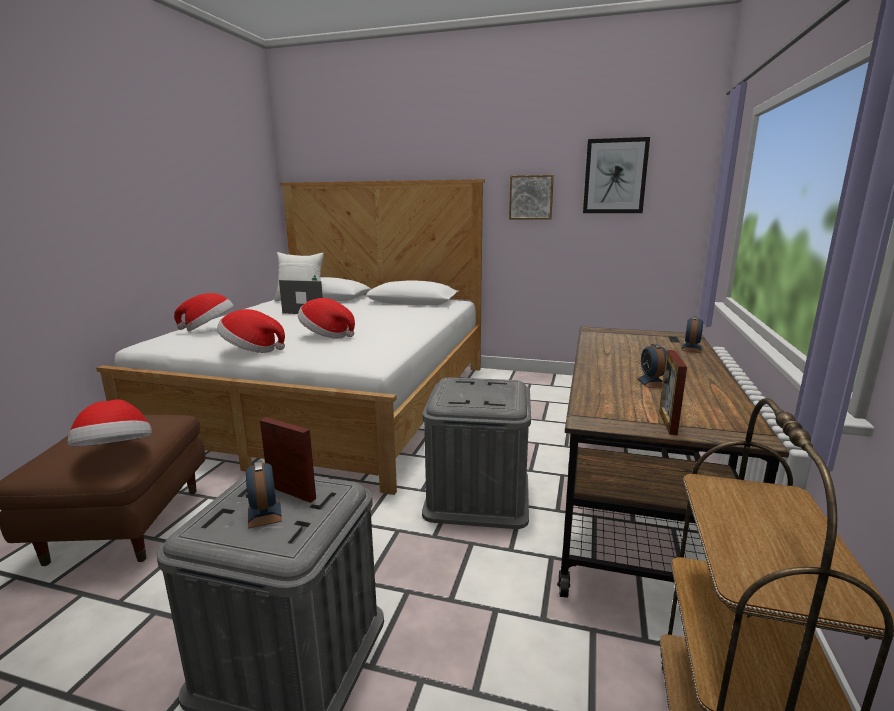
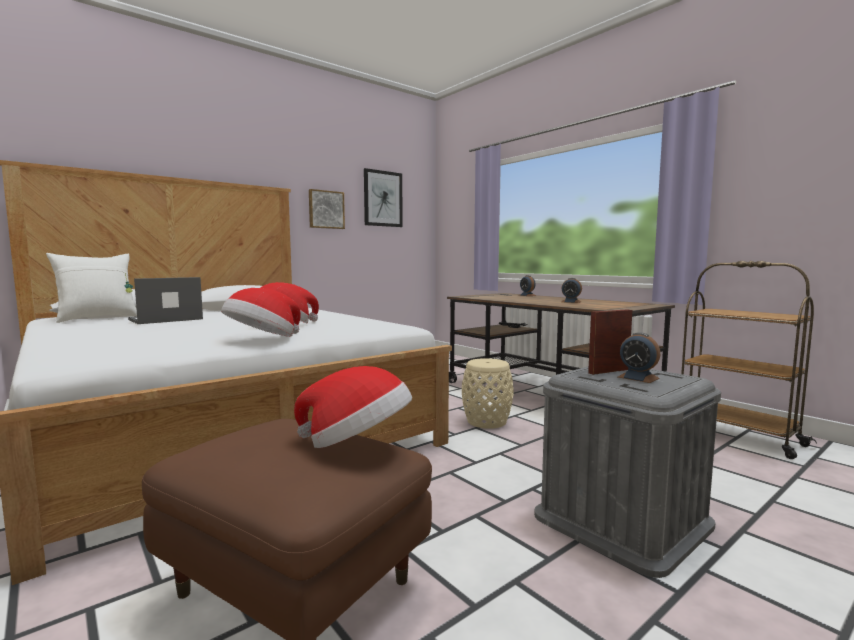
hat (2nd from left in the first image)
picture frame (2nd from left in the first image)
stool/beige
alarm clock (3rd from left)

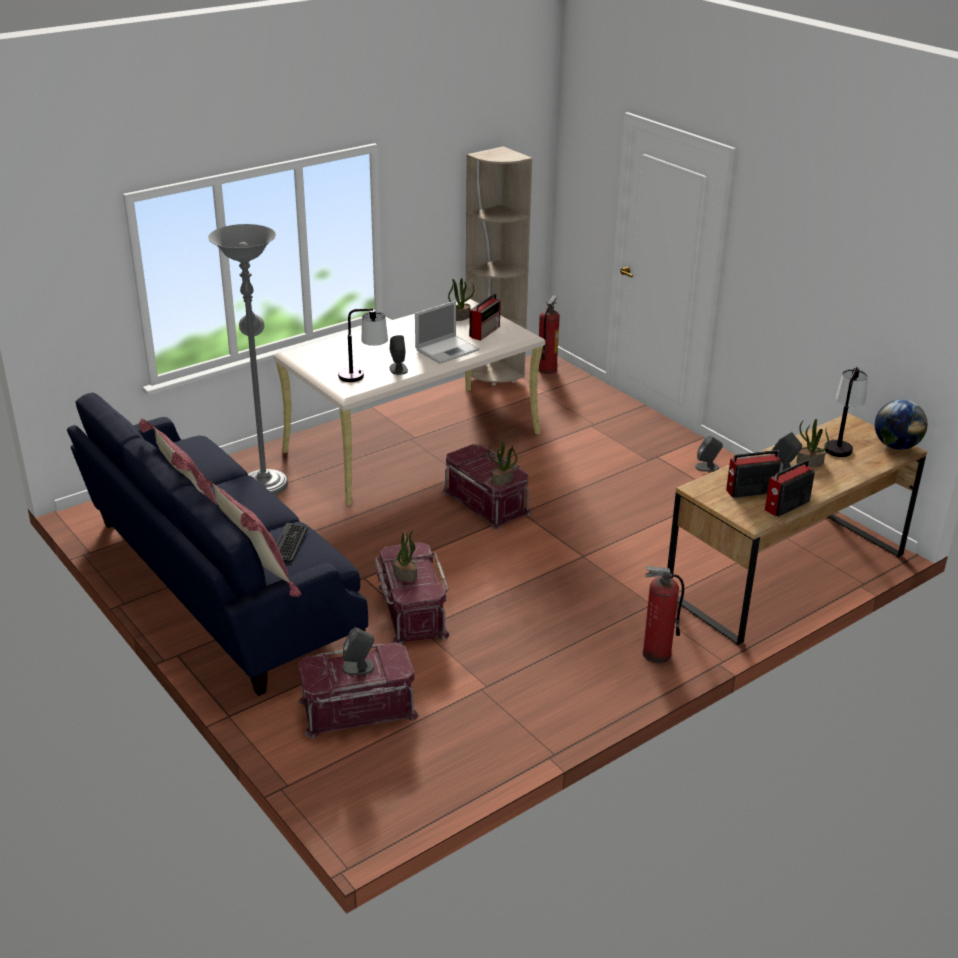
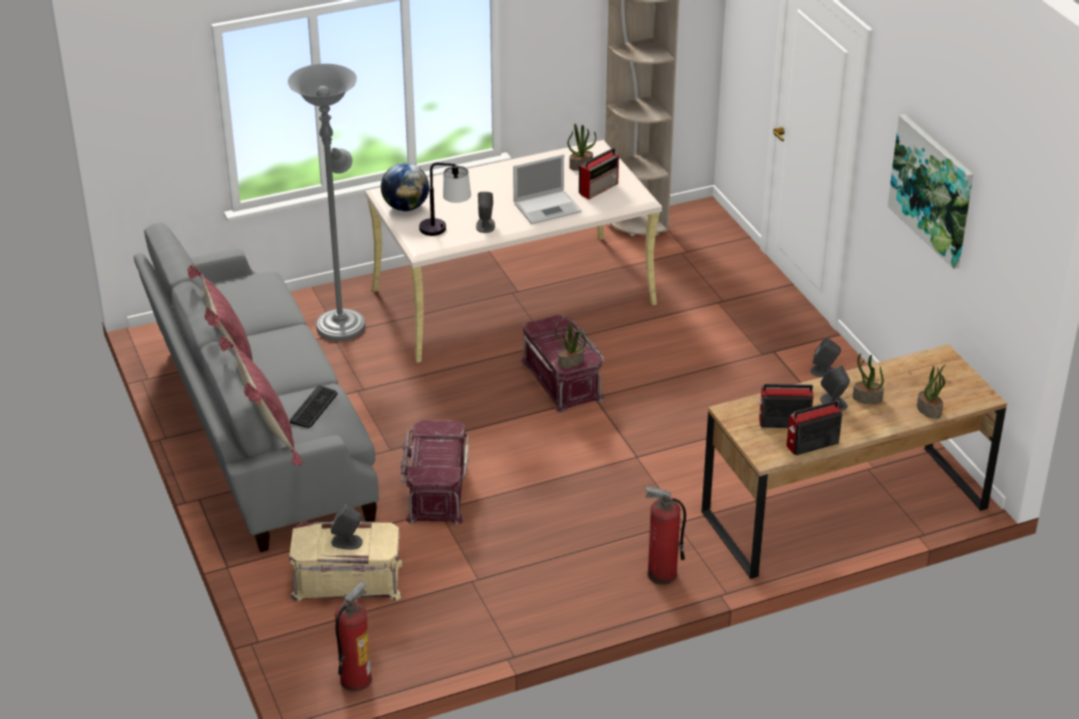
fire extinguisher (1st from left)
table lamp (2nd from left in the first image)
sofa/grey
globe
potted plant (4th from left)
storage box/beige
picture

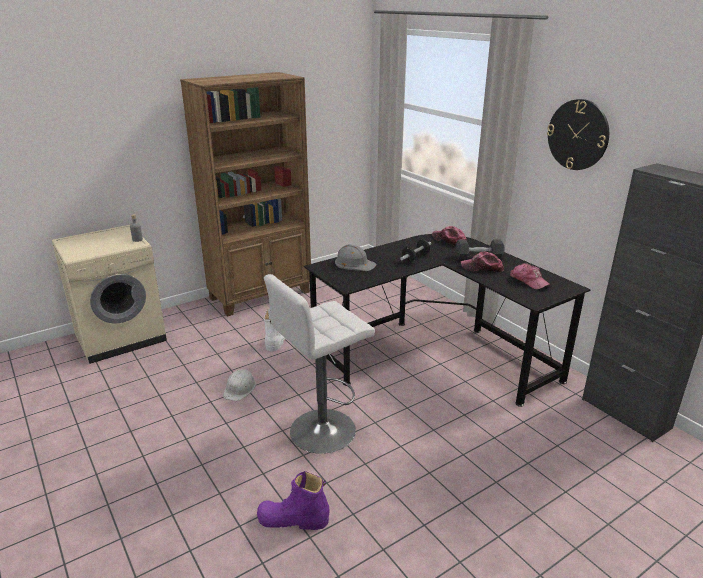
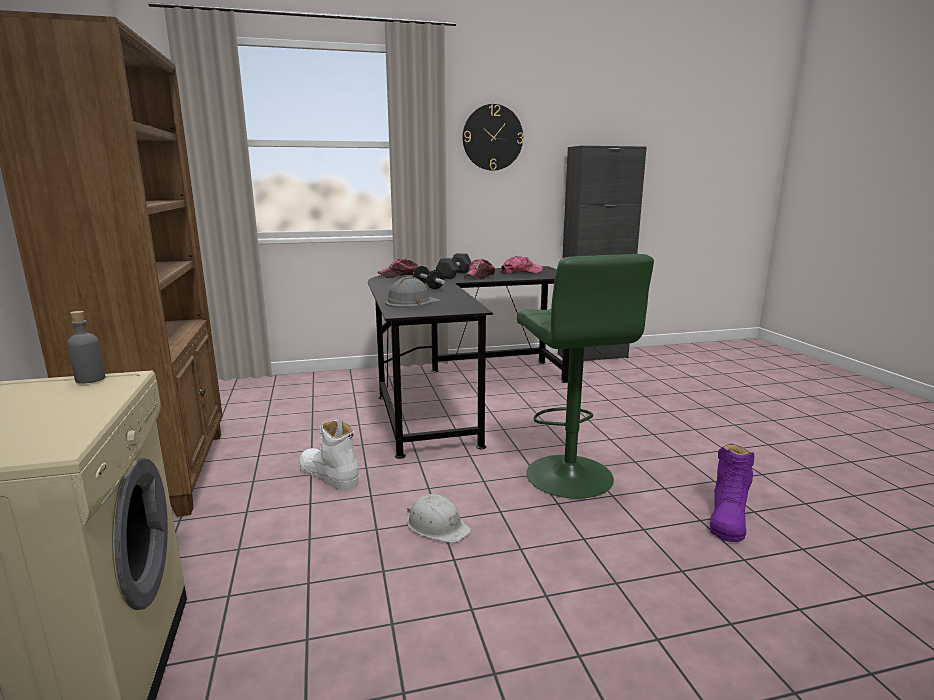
stool/green

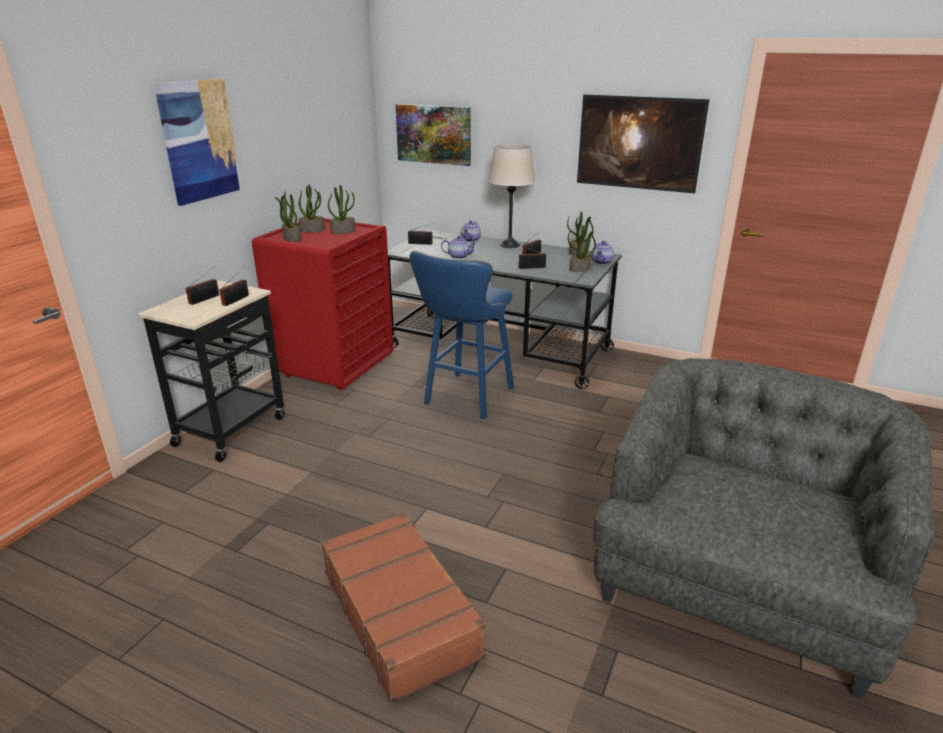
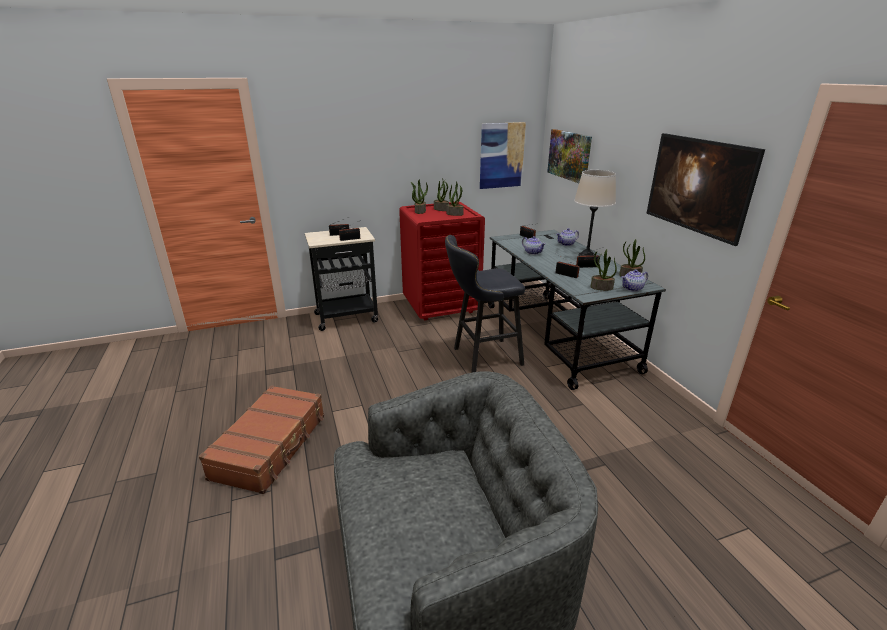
picture (1st from left)
stool/black

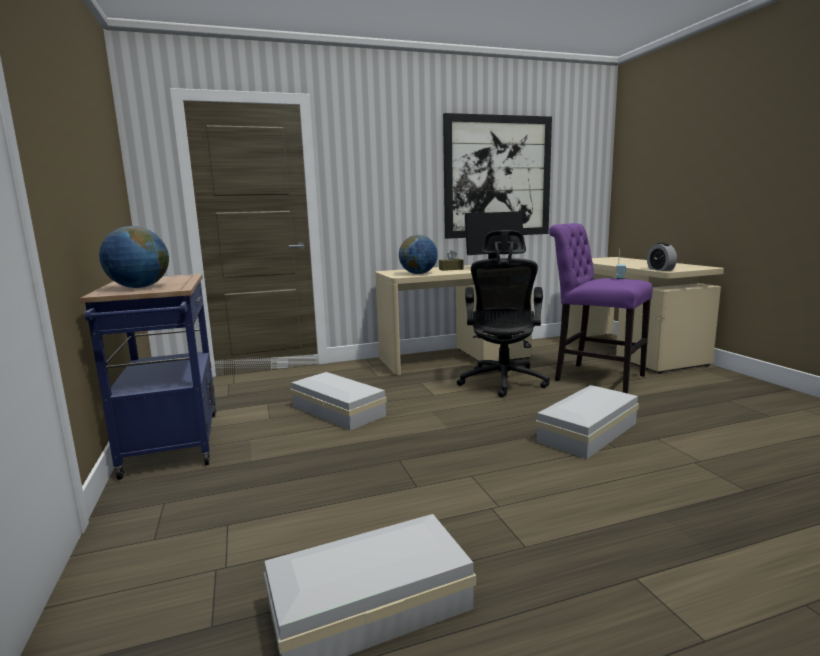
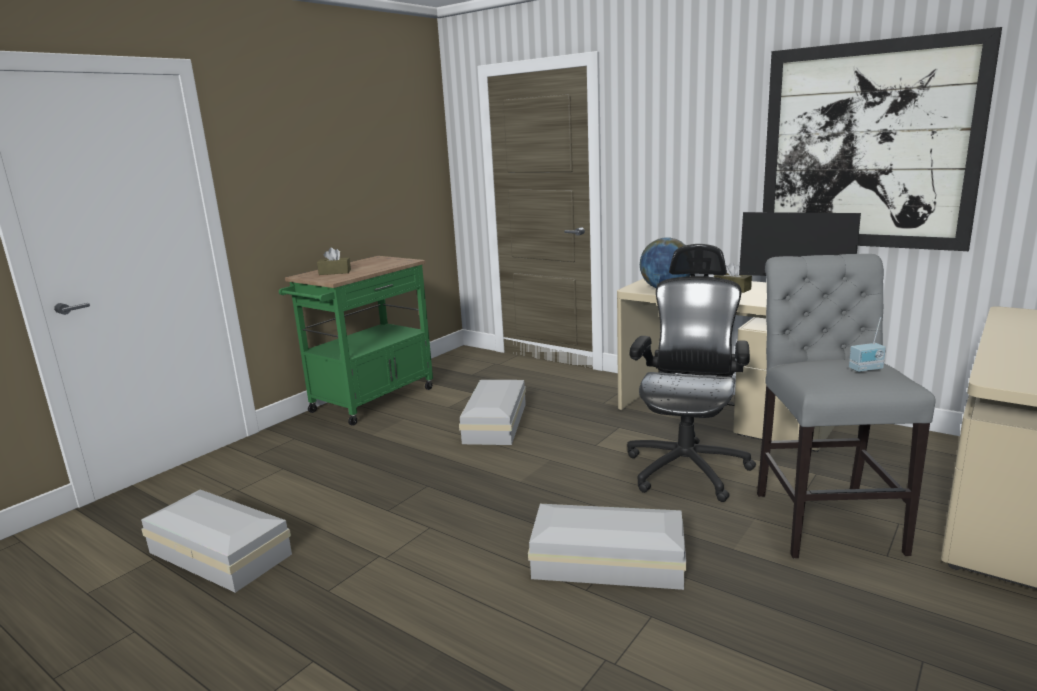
stool/grey
tissue box/brown (1st from left)
office chair
alarm clock
cart/green

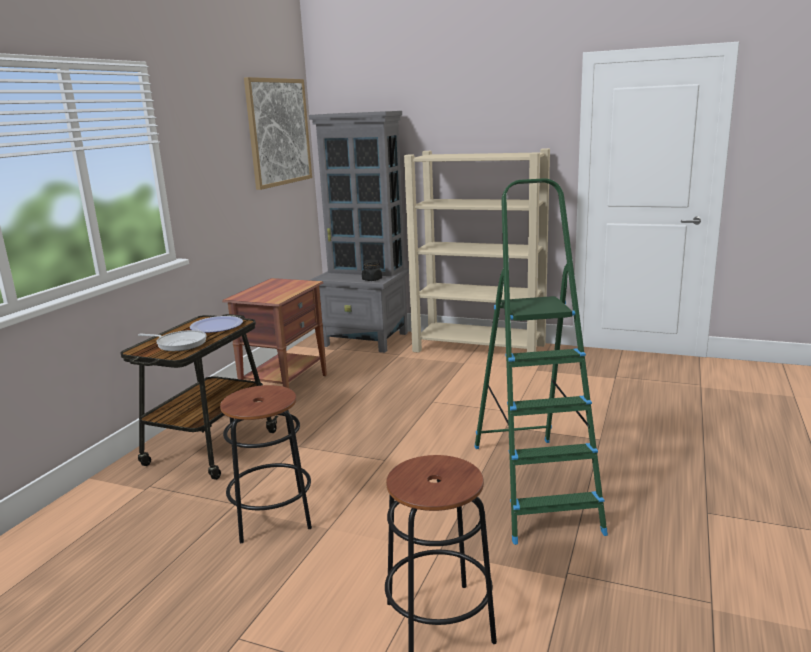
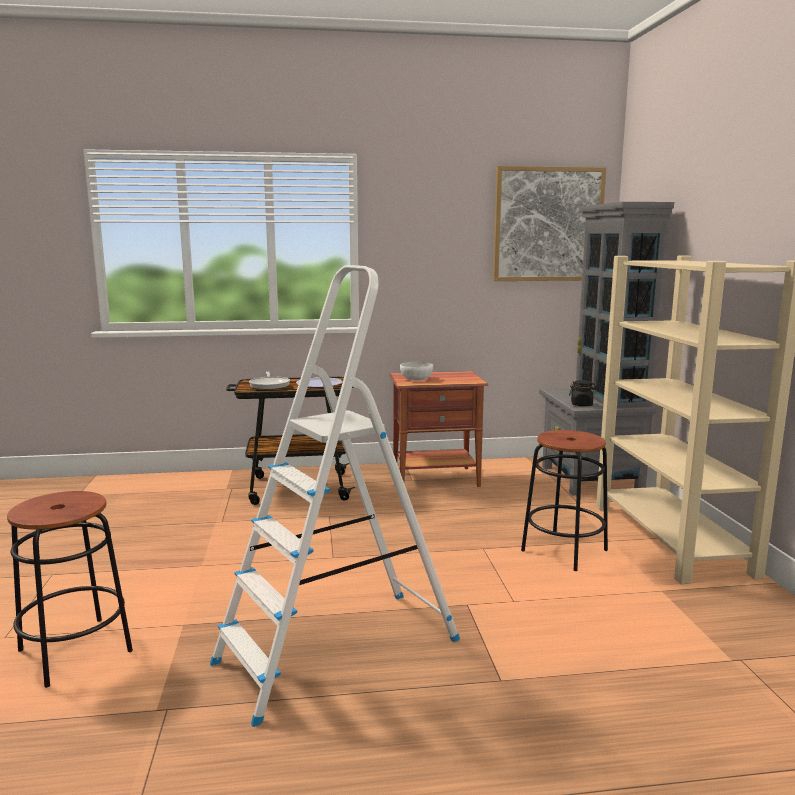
step ladder/white
stool/black (2nd from left)
bowl/white

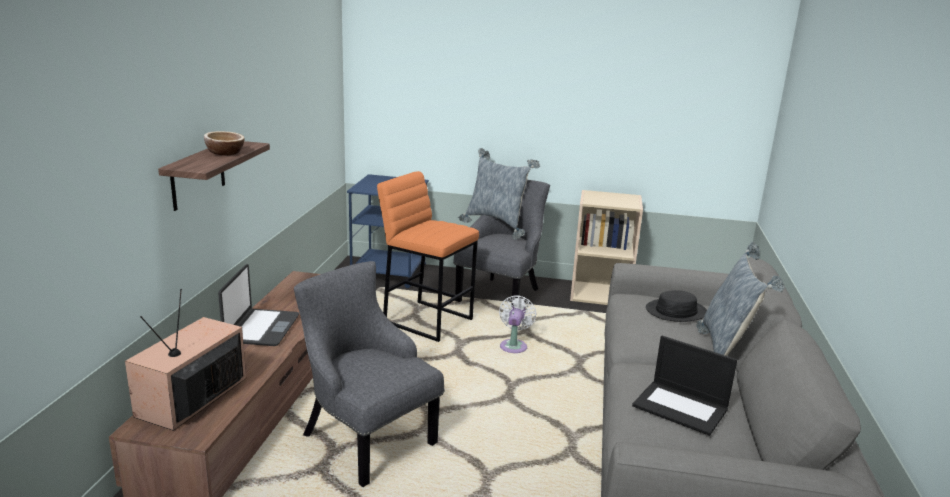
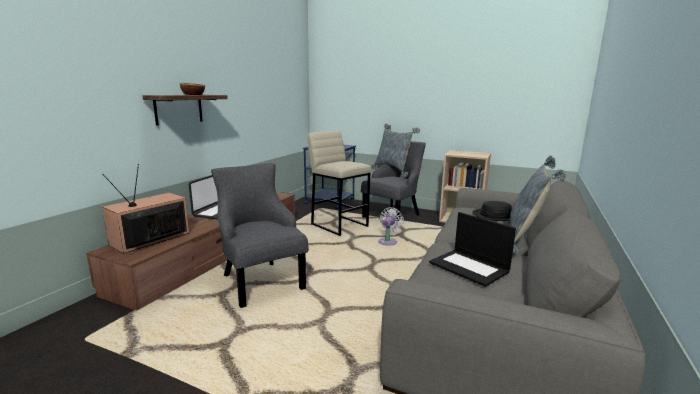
stool/beige

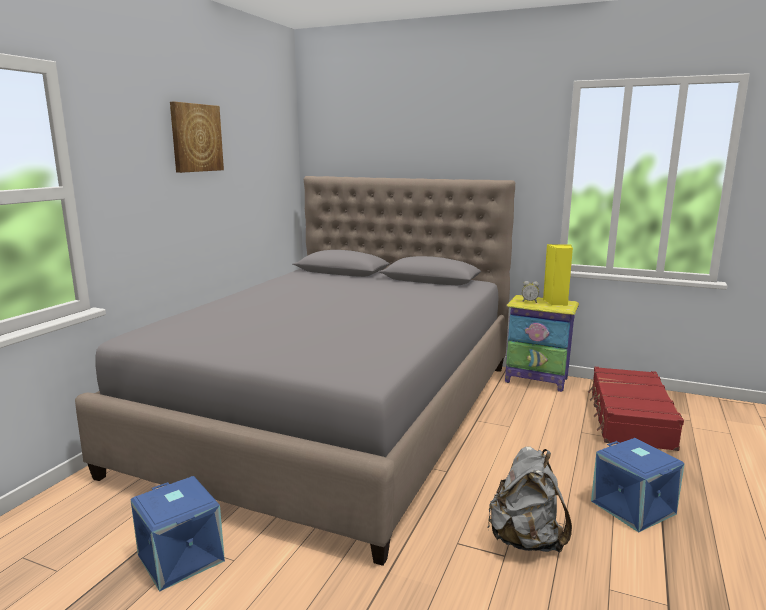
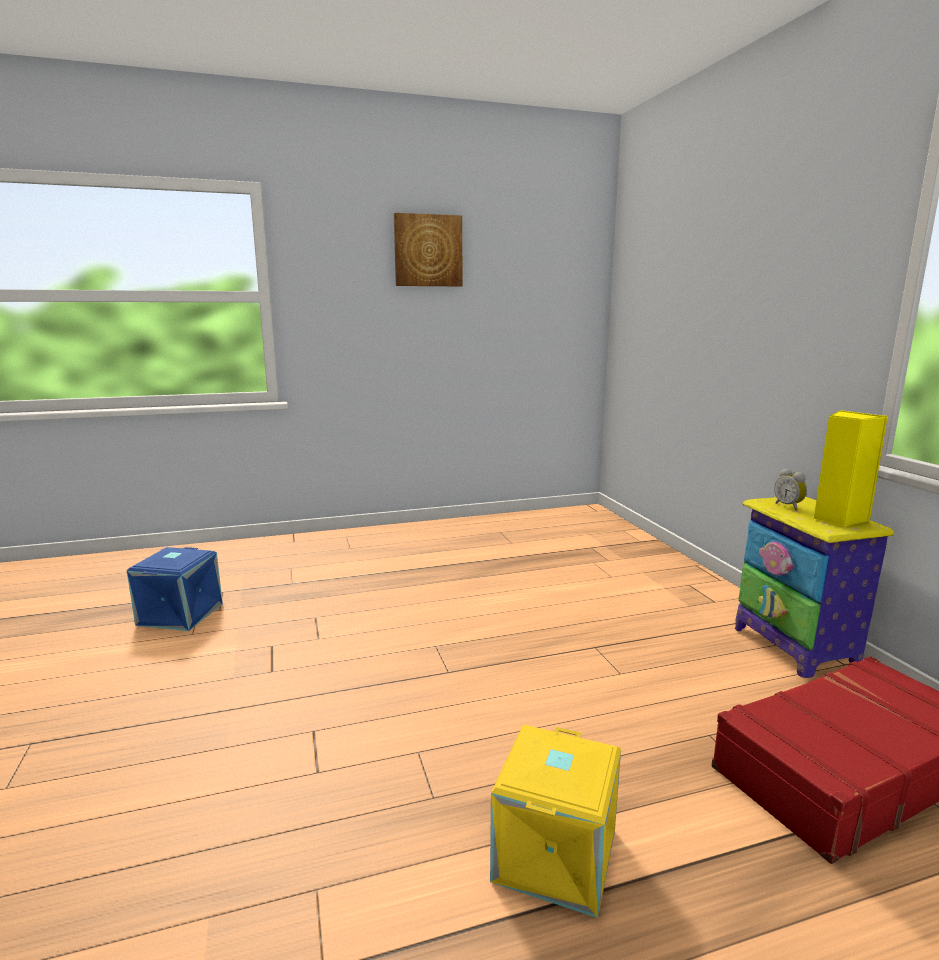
bed/grey
storage box/yellow
backpack/grey

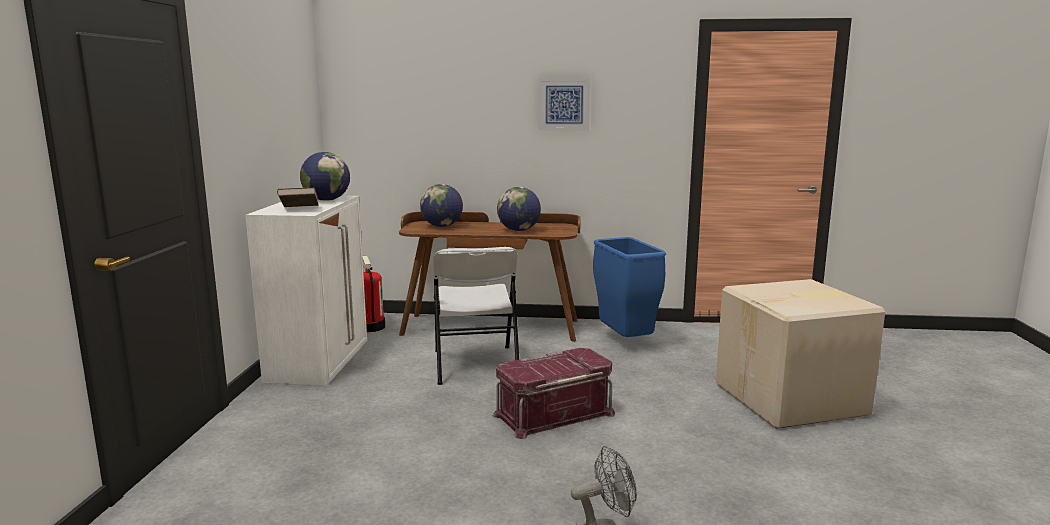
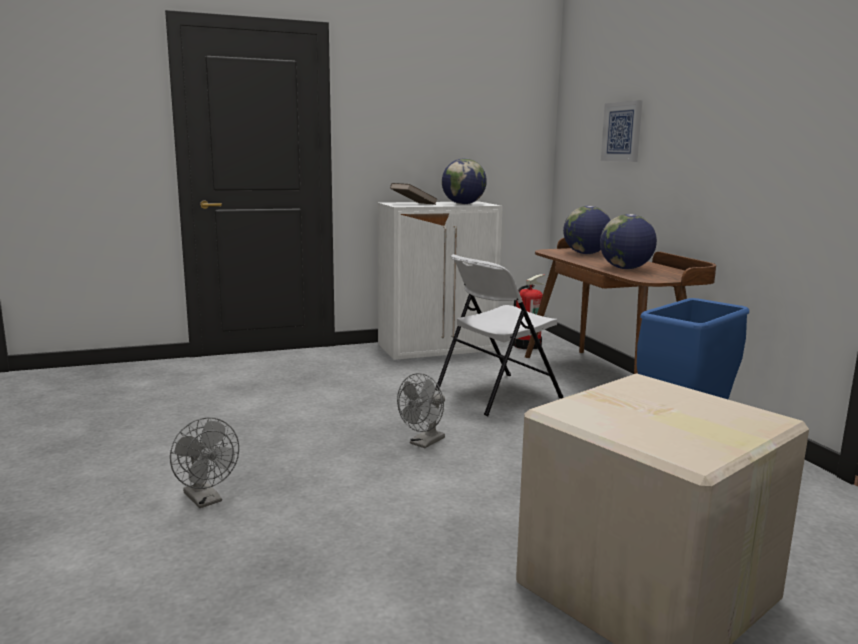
picture
fan/grey (2nd from left)

